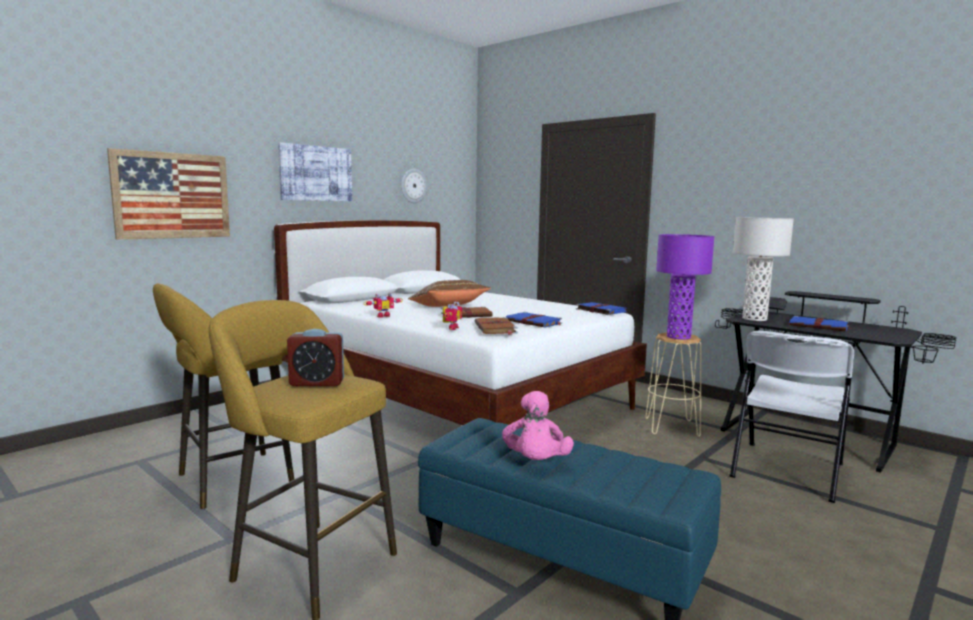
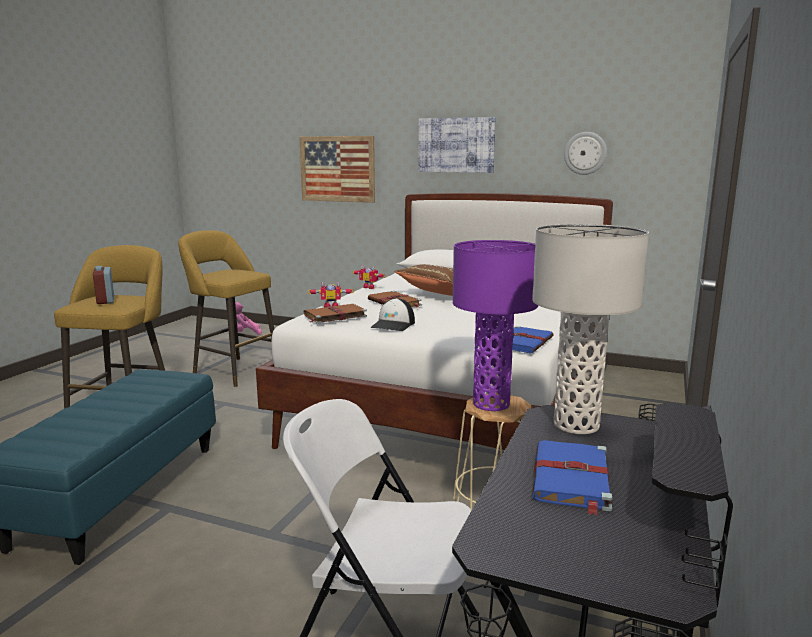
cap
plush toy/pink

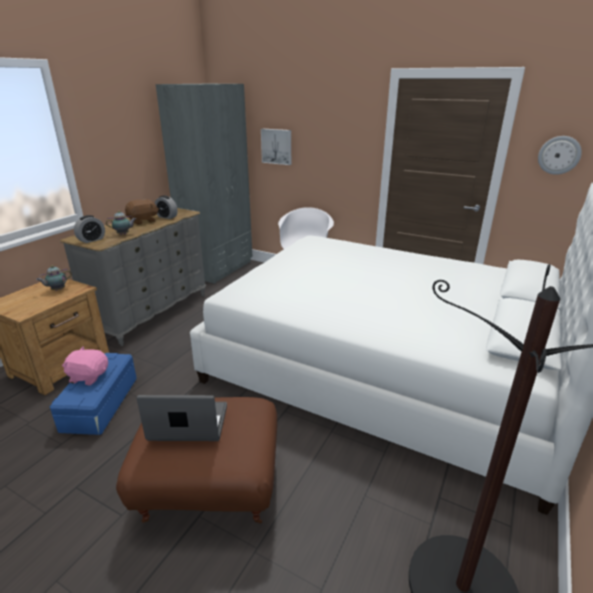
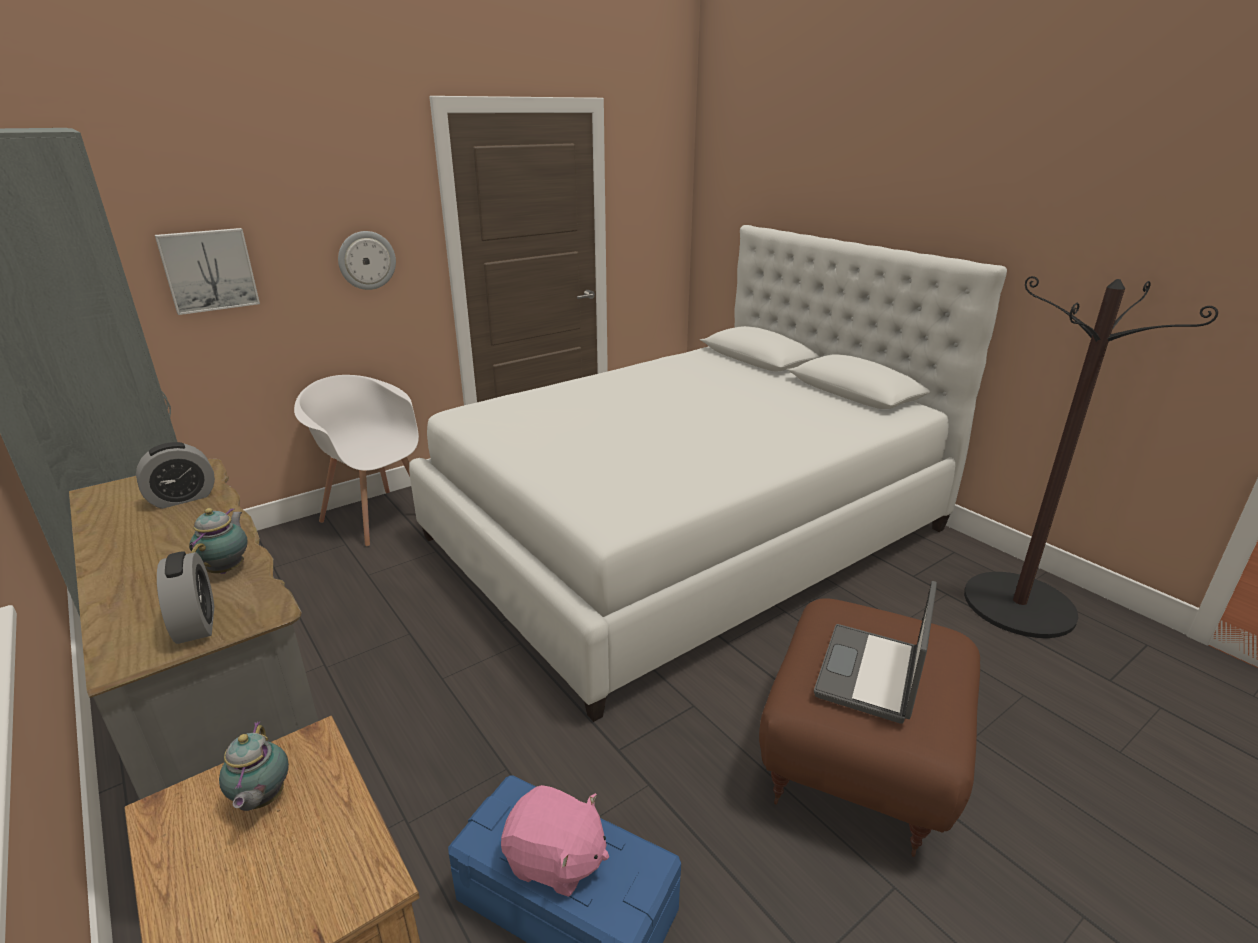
wall clock
plush toy/brown
plush toy/pink

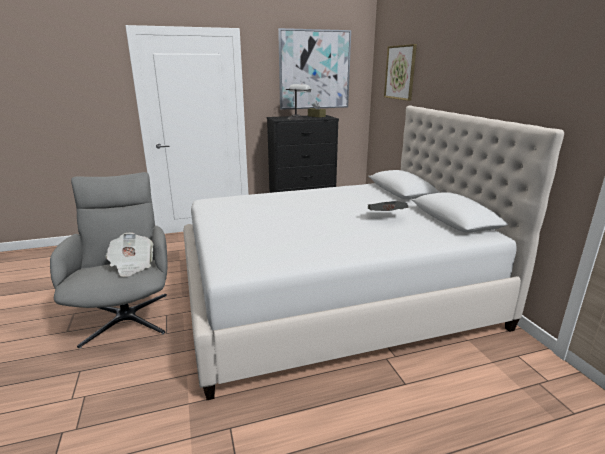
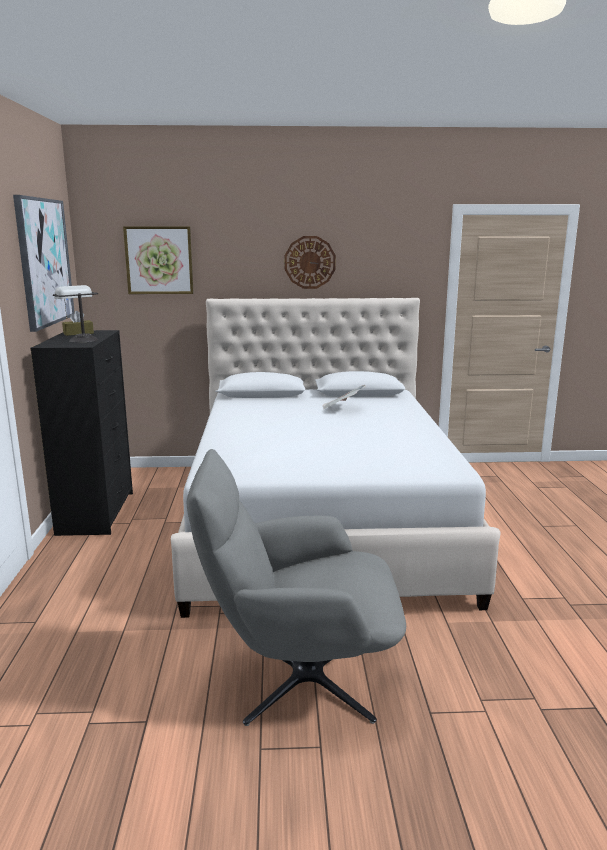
newspaper (1st from left in the first image)
wall clock

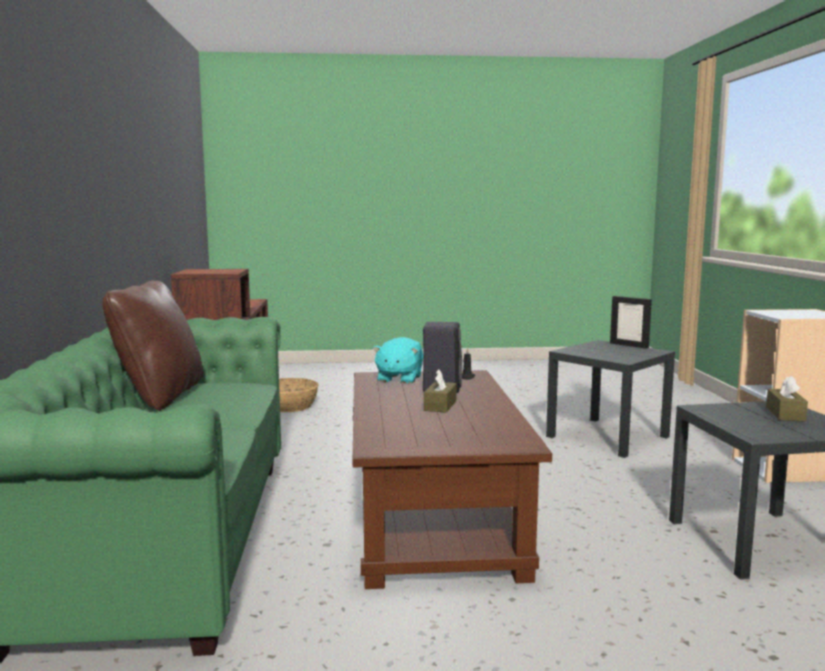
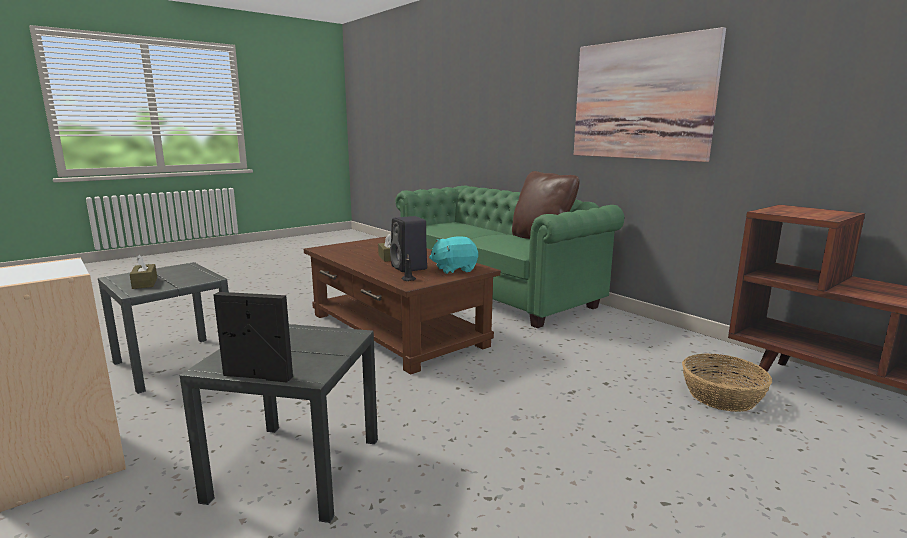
plush toy/turquoise
picture

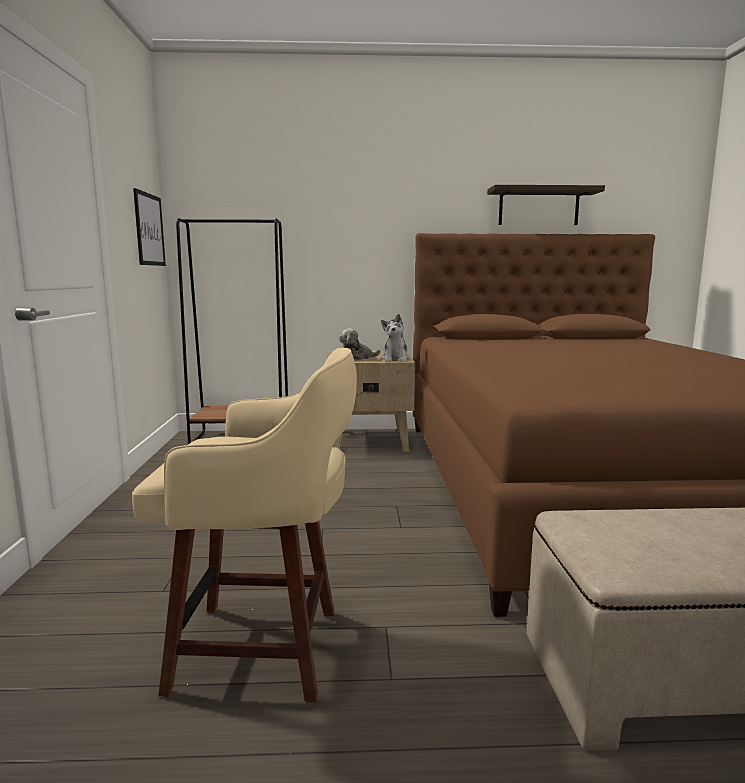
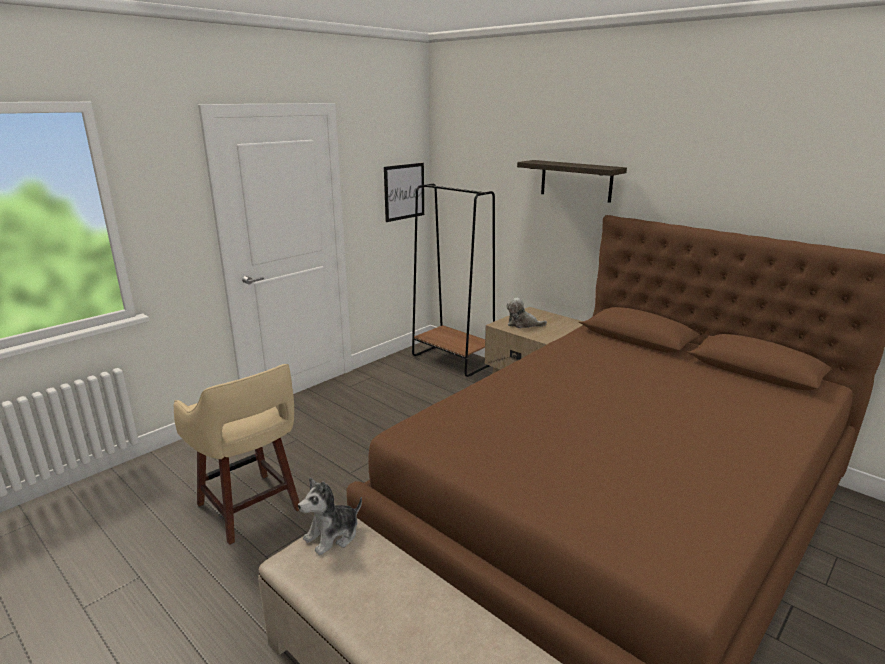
shelf
plush toy (1st from left)

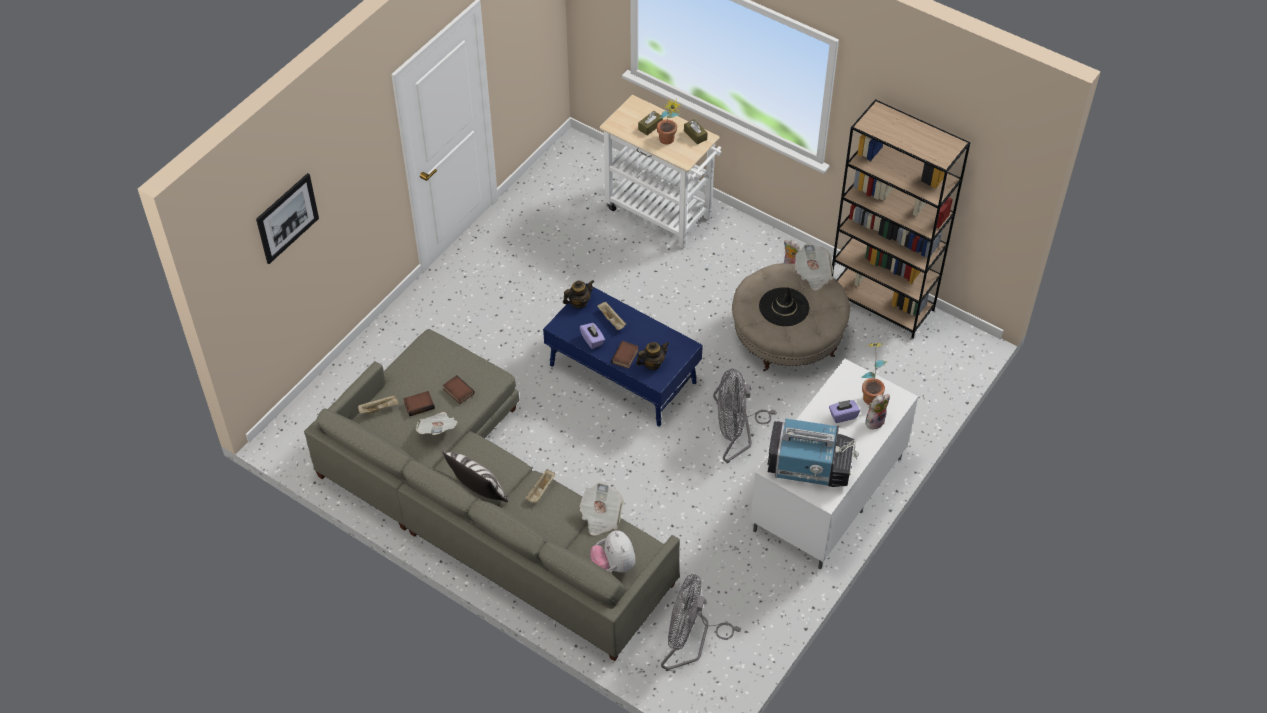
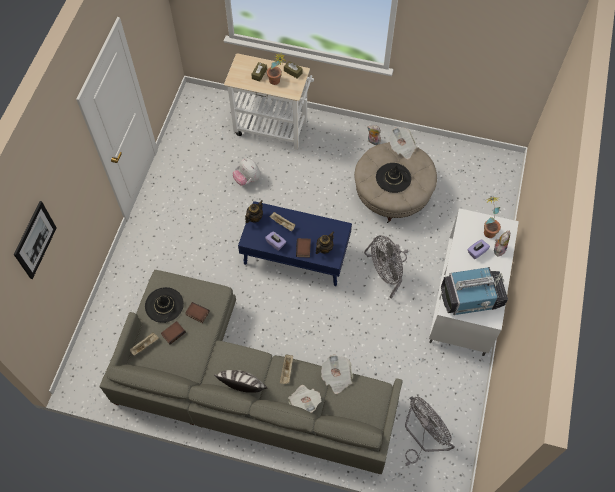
bookcase/beige
newspaper (1st from left)
plush toy (1st from left)
fan/grey (2nd from left)
hat/black (1st from left)

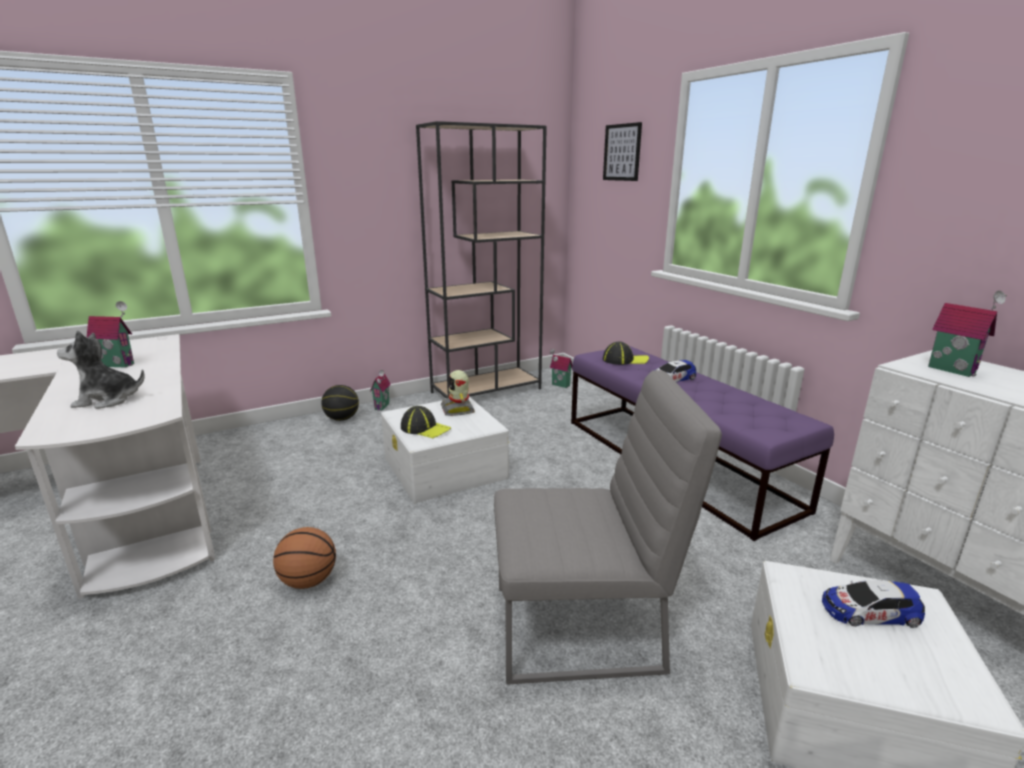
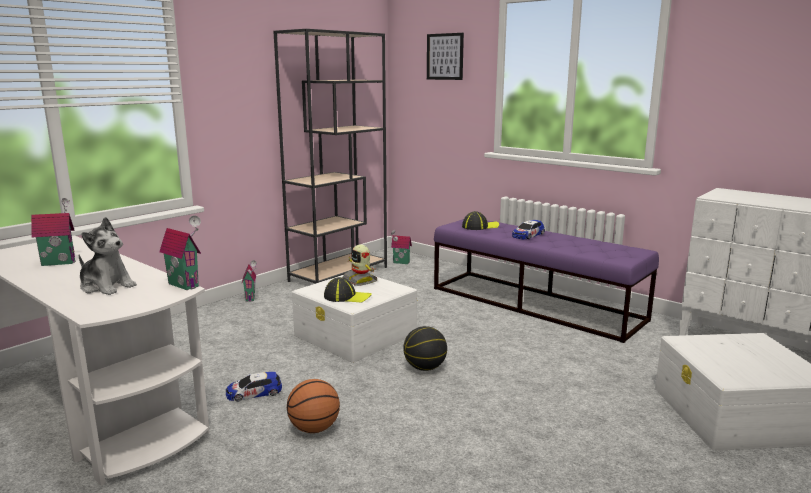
toy house (2nd from left)
plush toy
chair/grey
basketball (2nd from left)
toy car (1st from left)

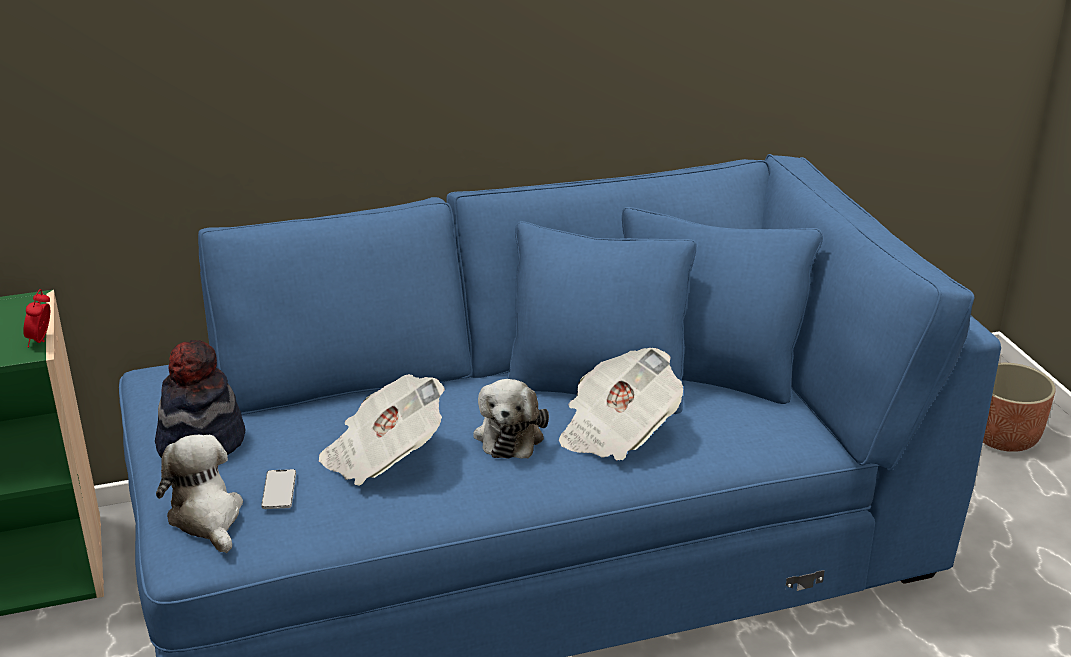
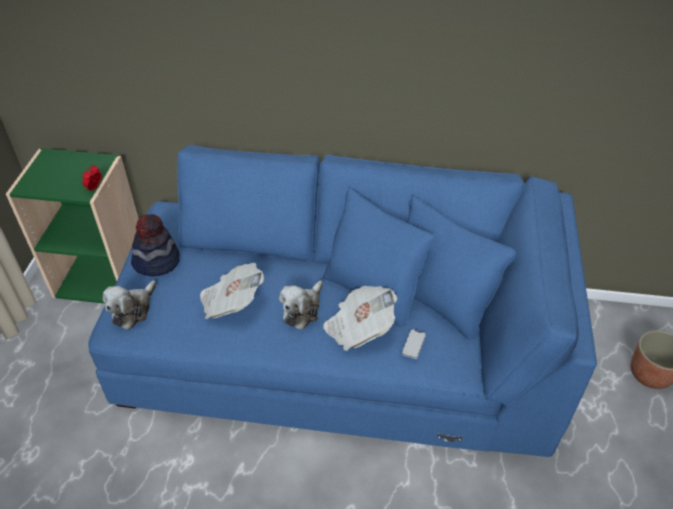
plush toy (1st from left)
phone

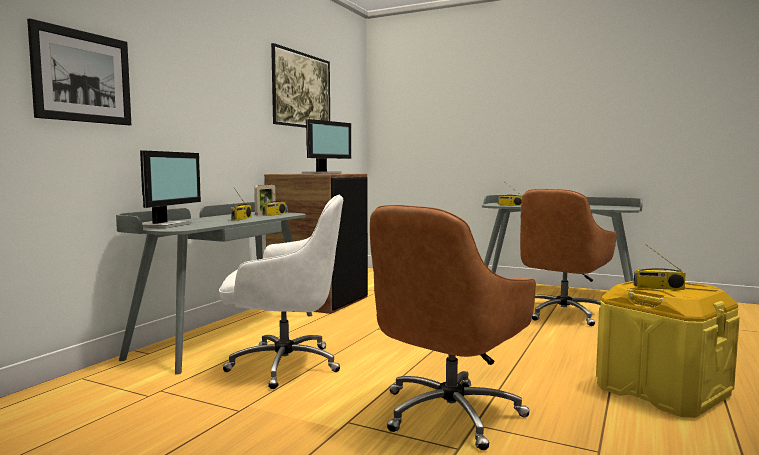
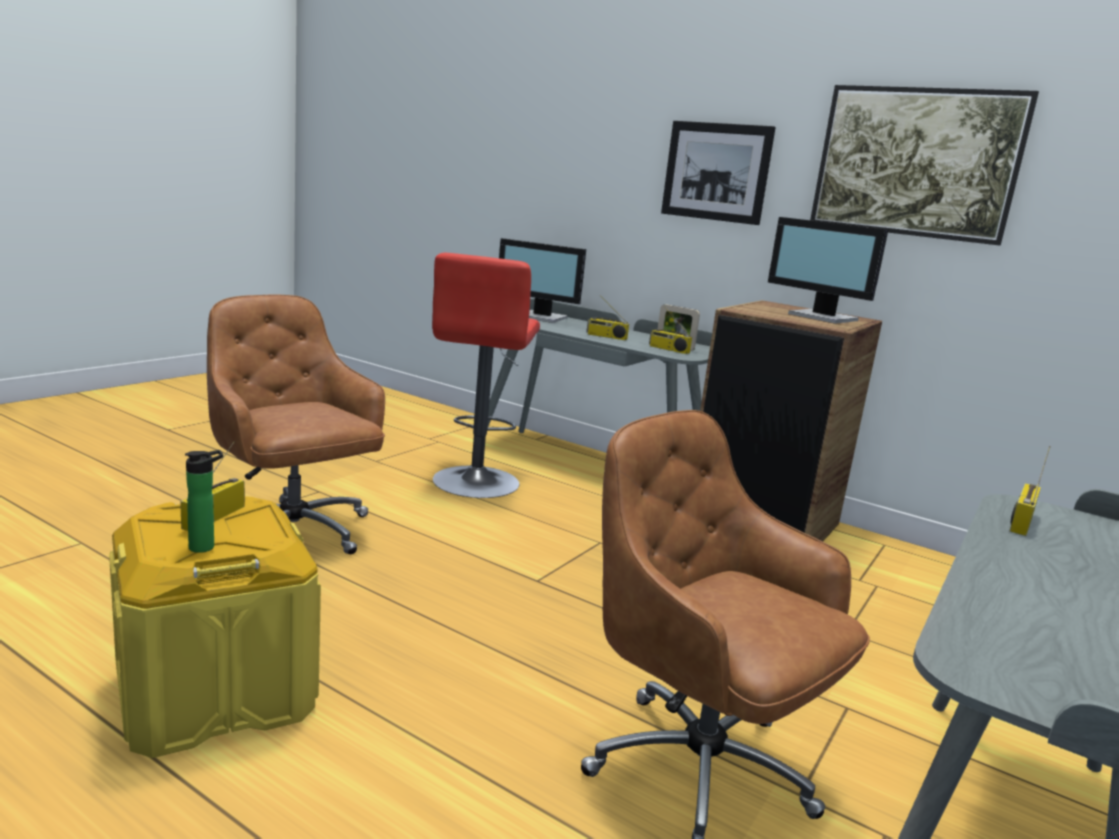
picture (1st from left)
stool/red
bottle

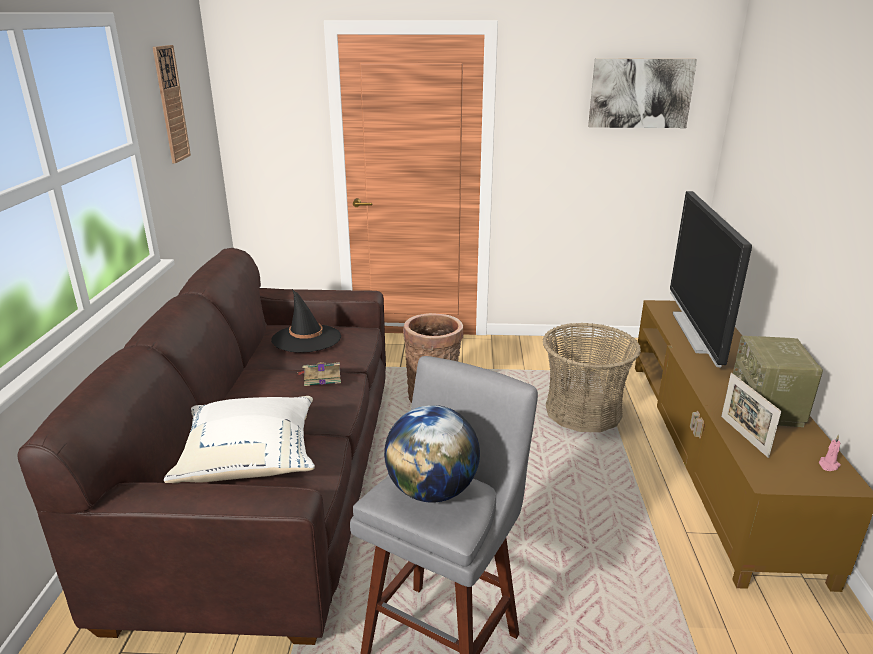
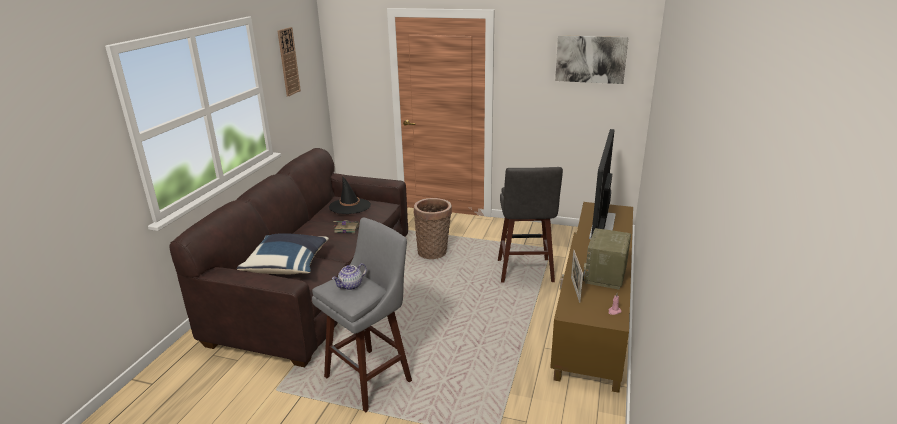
stool/grey (2nd from left)
pillow/blue
teapot

